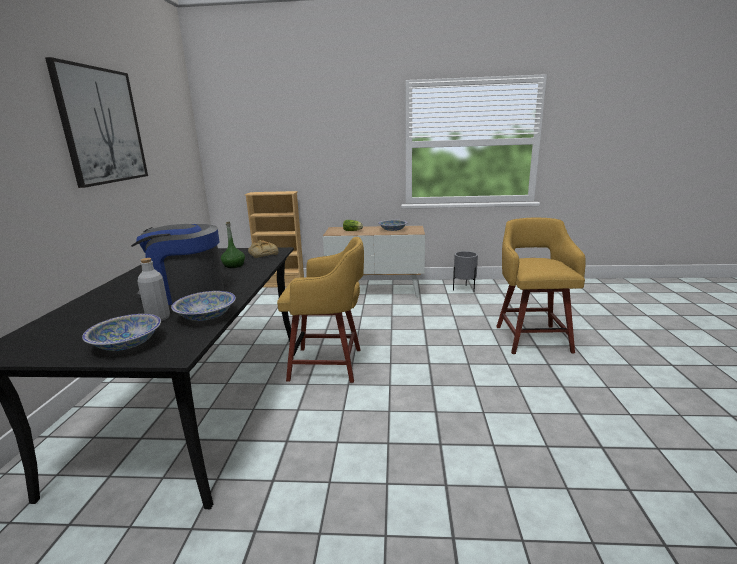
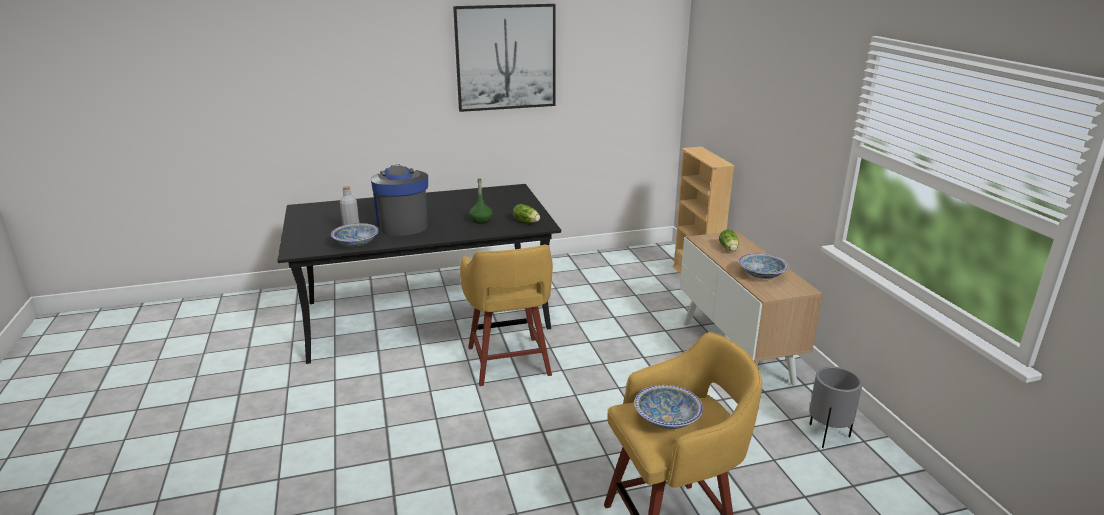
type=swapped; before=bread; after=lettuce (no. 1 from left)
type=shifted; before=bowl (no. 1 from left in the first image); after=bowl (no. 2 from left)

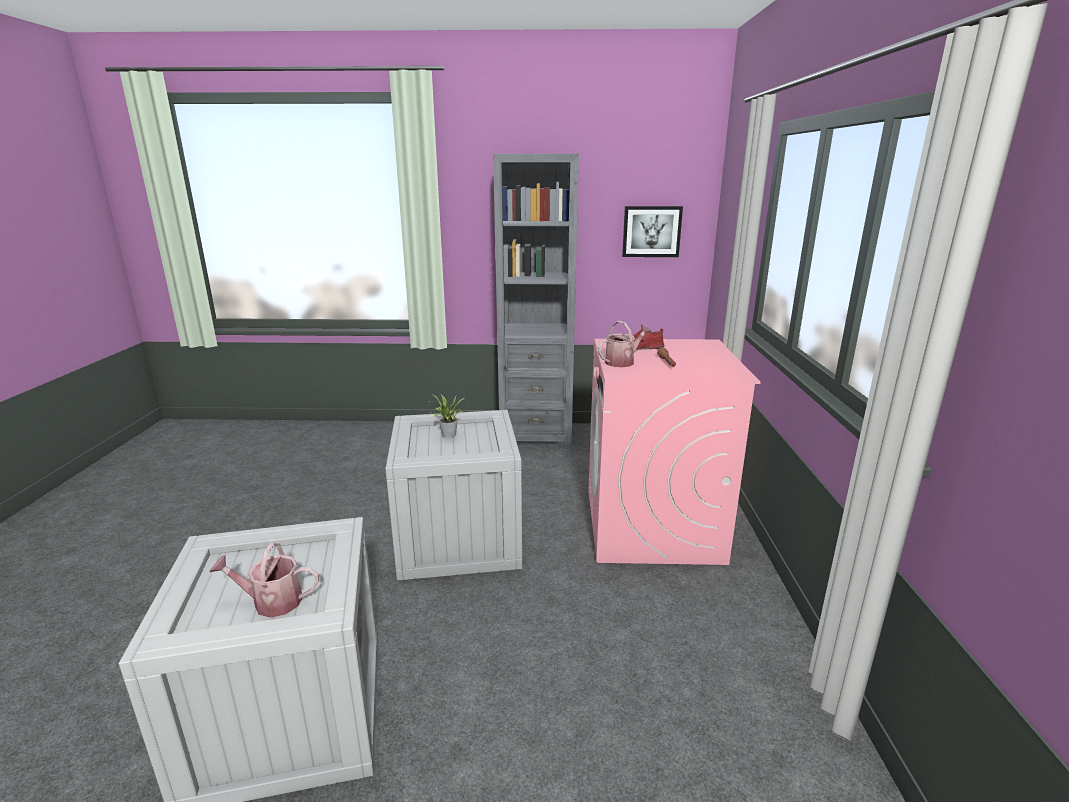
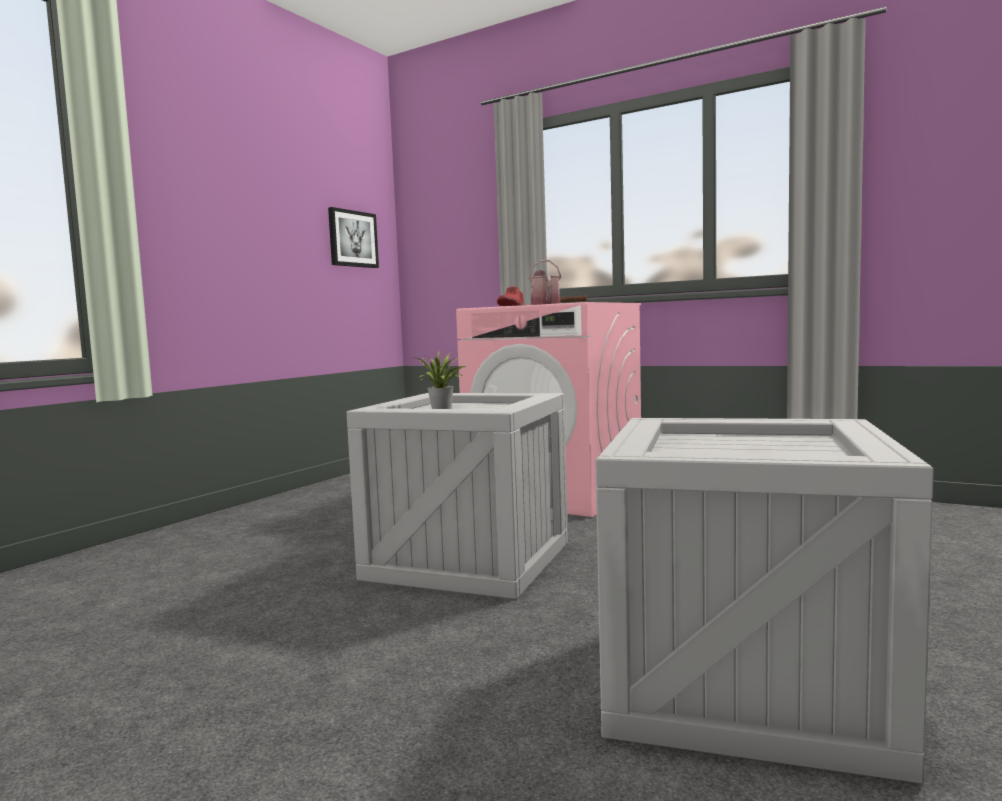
type=gone; before=grey bookcase
type=gone; before=watering can (no. 1 from left)

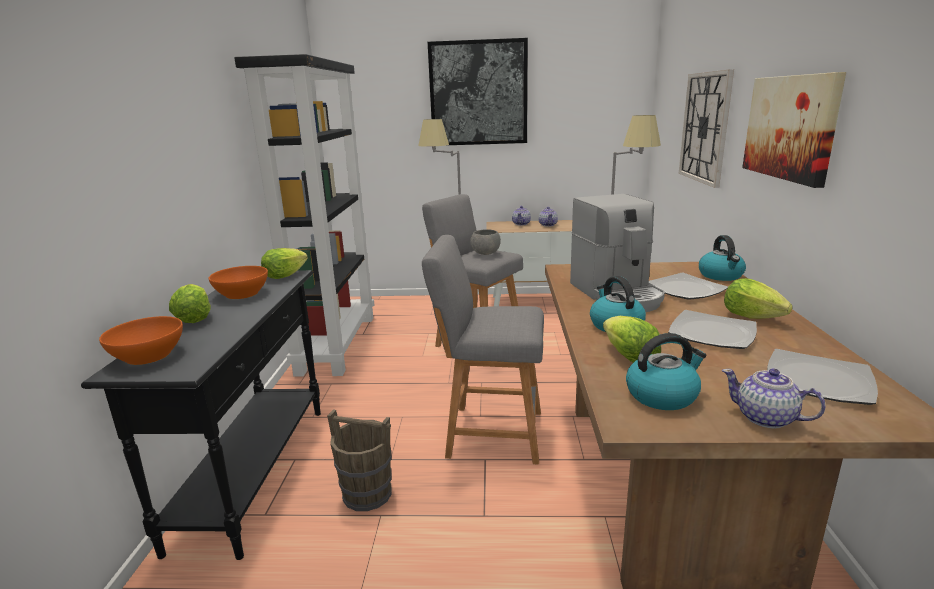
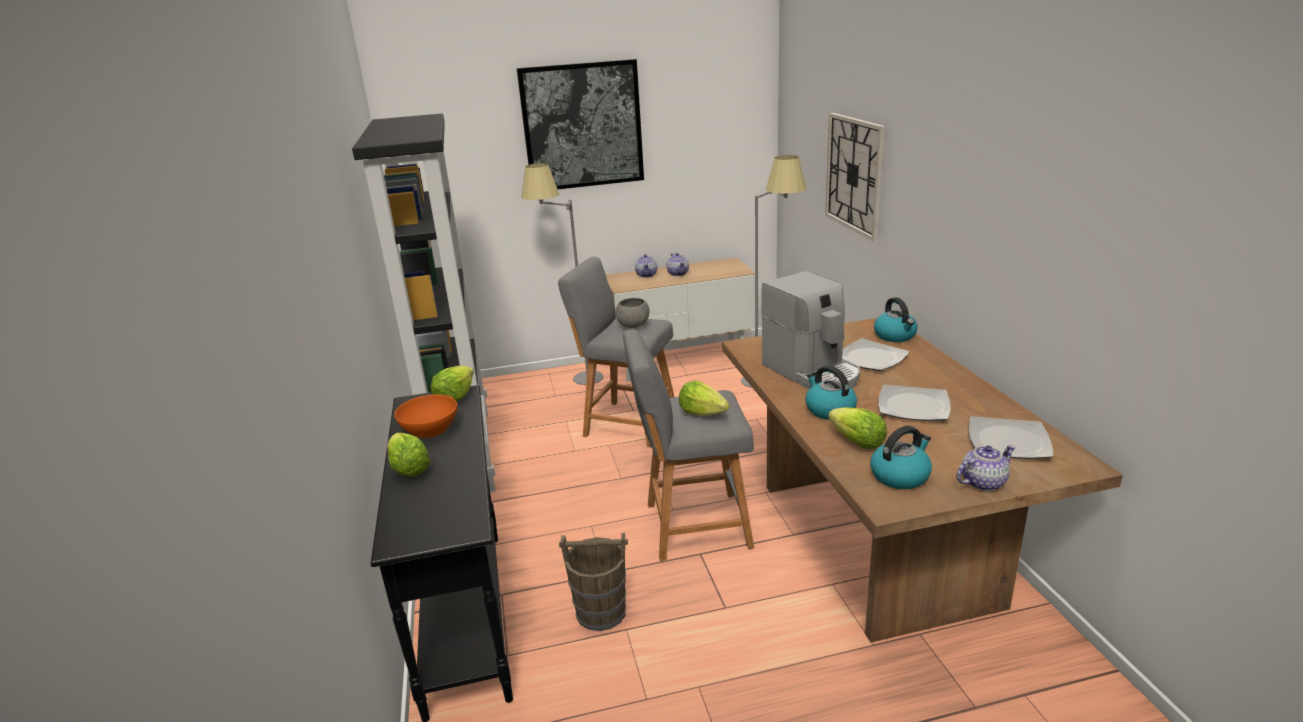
type=gone; before=picture (no. 2 from left)
type=shifted; before=lettuce (no. 4 from left in the first image); after=lettuce (no. 3 from left)
type=gone; before=orange bowl (no. 1 from left)
type=rotated; before=teapot (no. 3 from left); turn=135

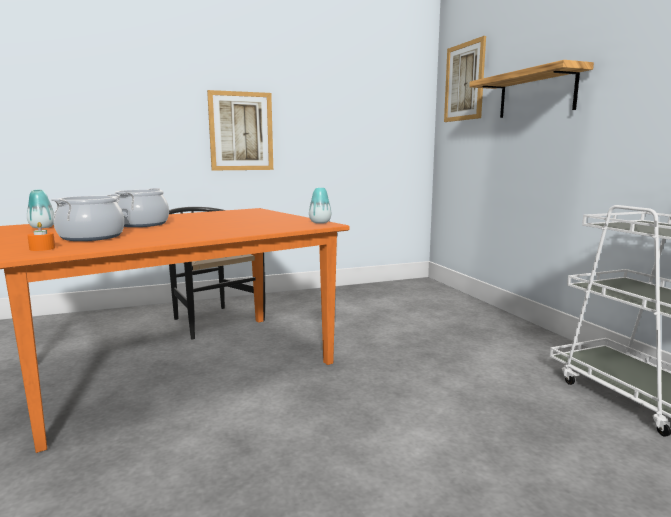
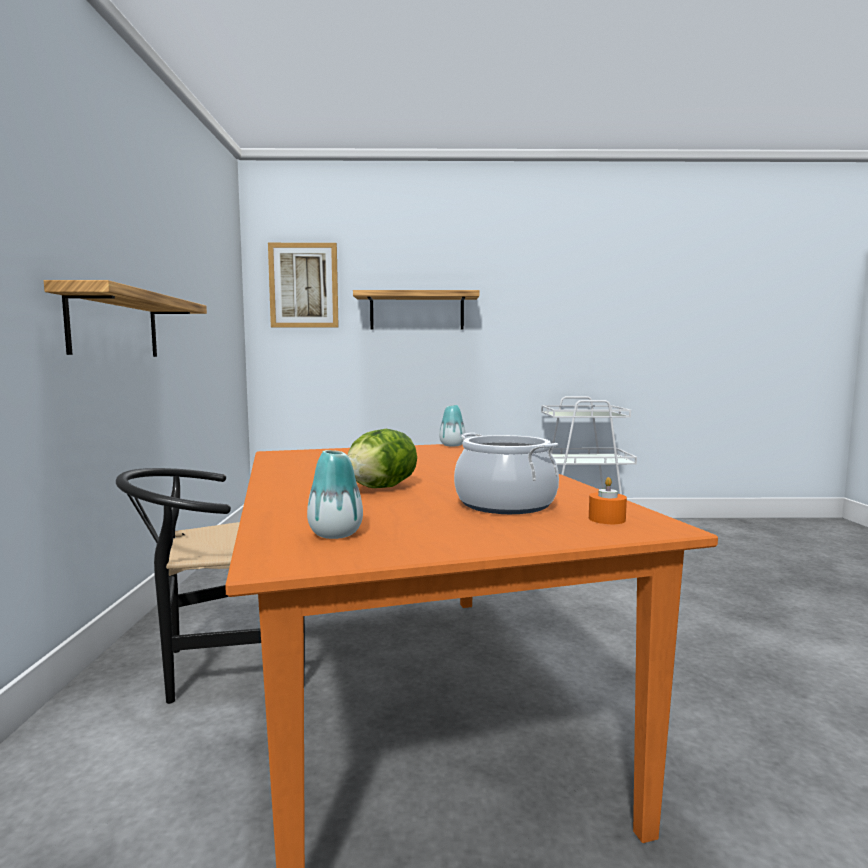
type=swapped; before=picture (no. 1 from left); after=shelf (no. 1 from left)
type=swapped; before=cooking pot (no. 2 from left); after=lettuce

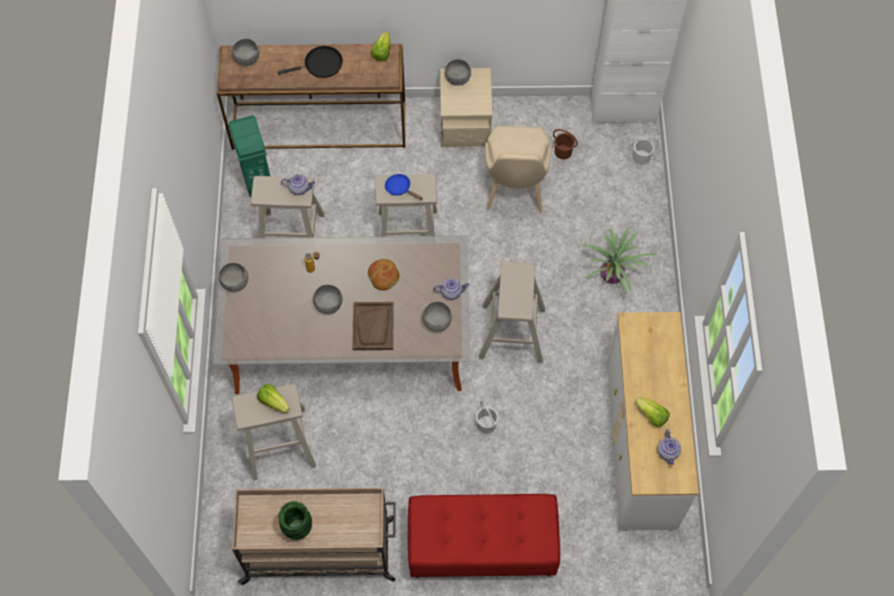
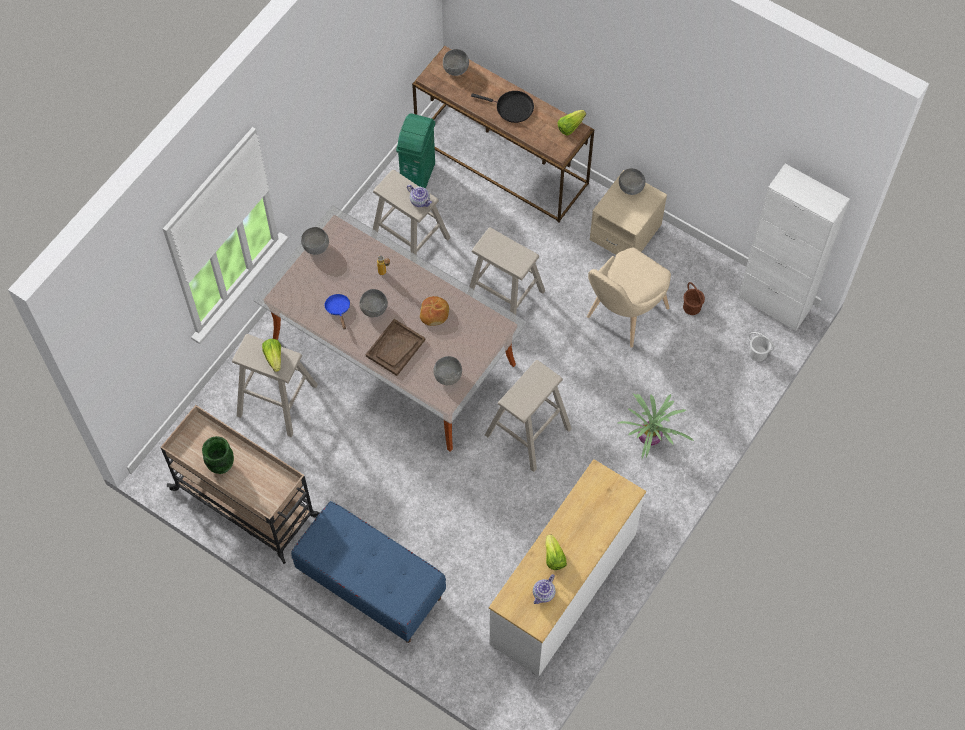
type=shifted; before=blue frying pan
type=gone; before=teapot (no. 2 from left)
type=gone; before=white bucket (no. 1 from left)
type=repainted; before=red bench; after=blue bench

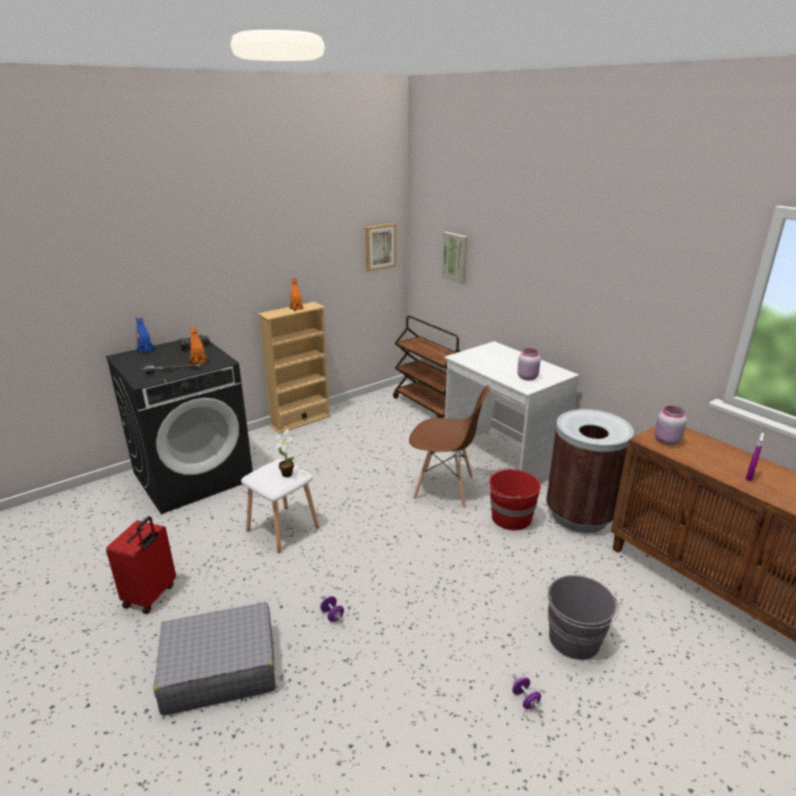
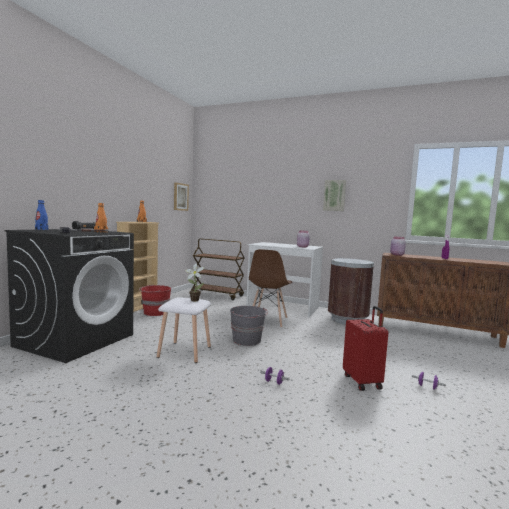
type=shifted; before=picture (no. 2 from left)
type=rotated; before=brown chair; turn=120
type=shifted; before=red bucket
type=shifted; before=red suitcase
type=shifted; before=grey bucket
type=gone; before=grey suitcase

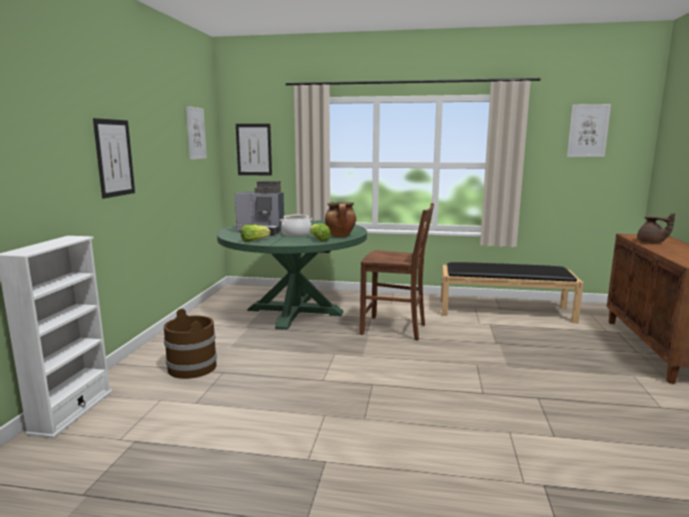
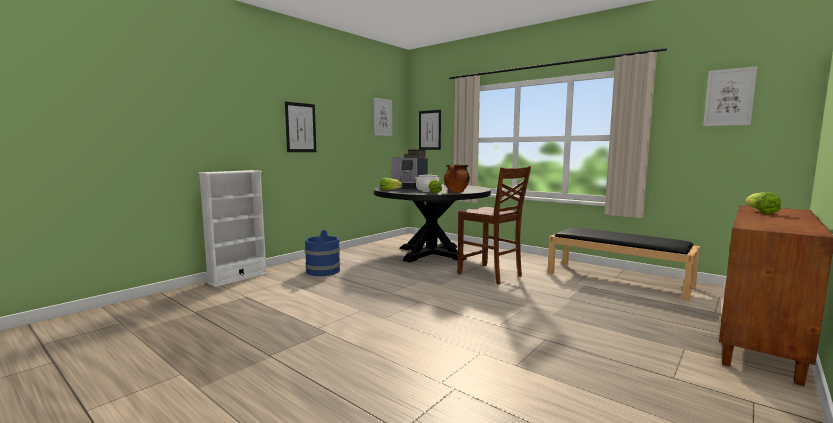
type=swapped; before=brown teapot; after=lettuce (no. 3 from left)
type=repainted; before=green dining table; after=black dining table
type=repainted; before=brown bucket; after=blue bucket

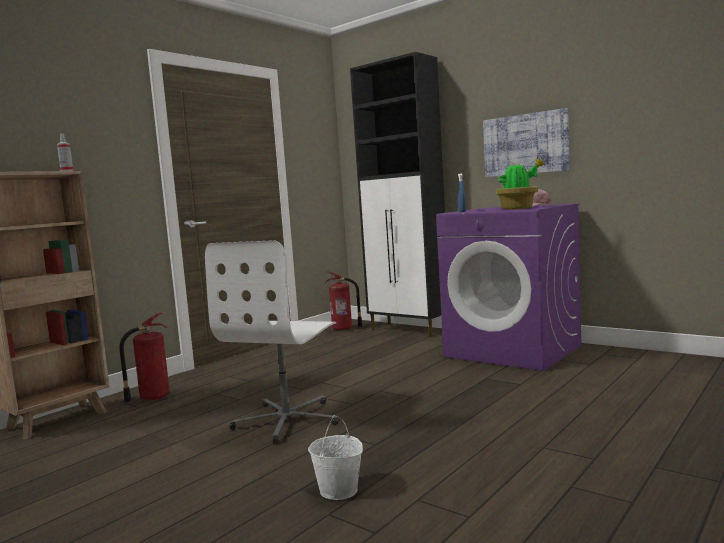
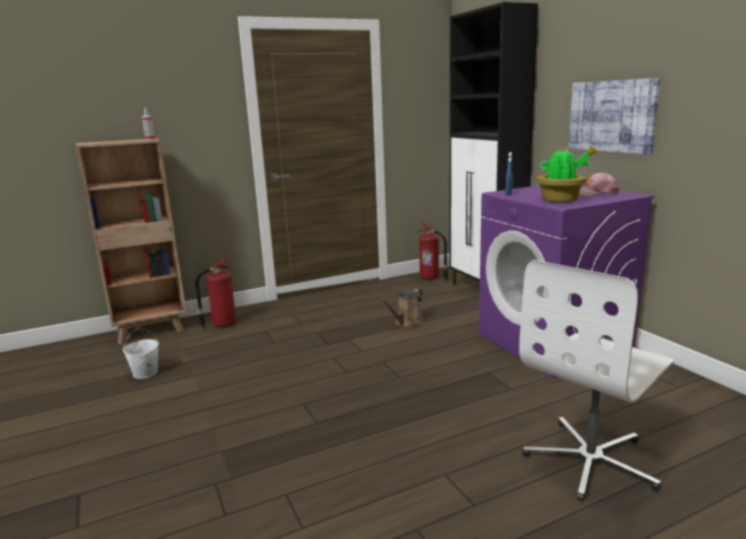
type=shifted; before=white office chair
type=shifted; before=white bucket
type=new; after=brown watering can

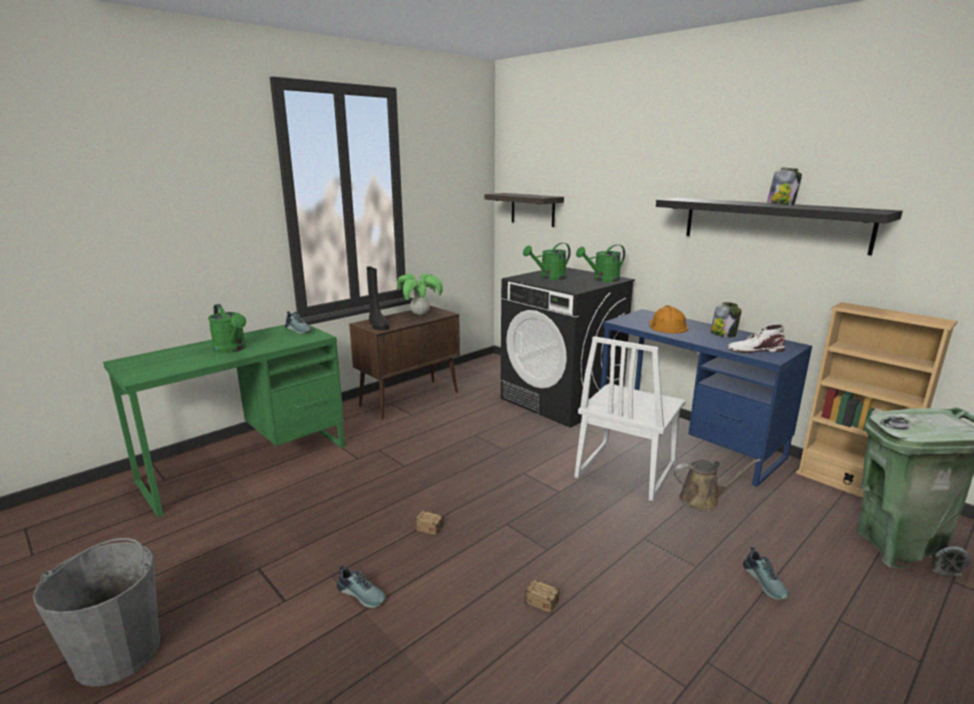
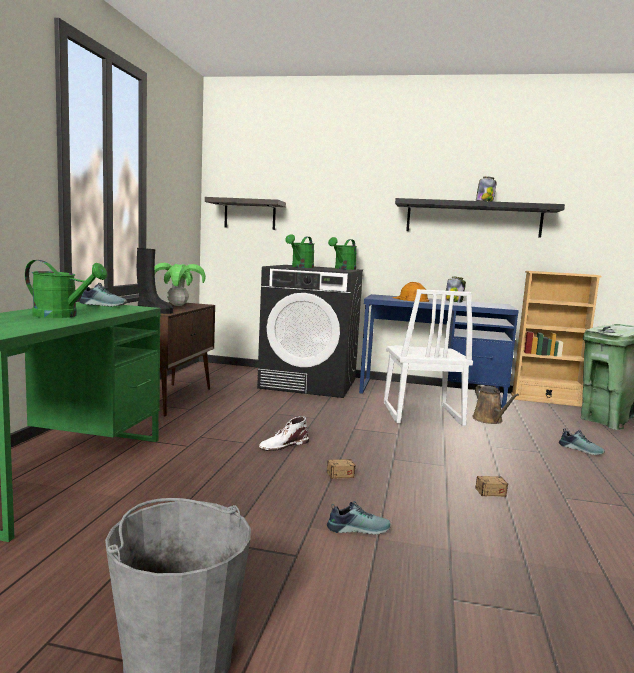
type=shifted; before=white boot
type=rotated; before=brown watering can; turn=105

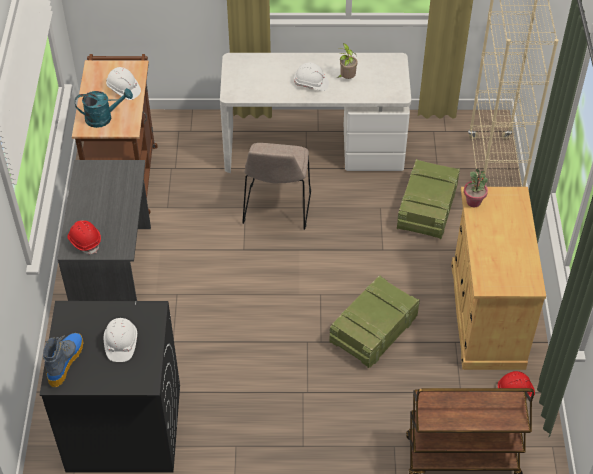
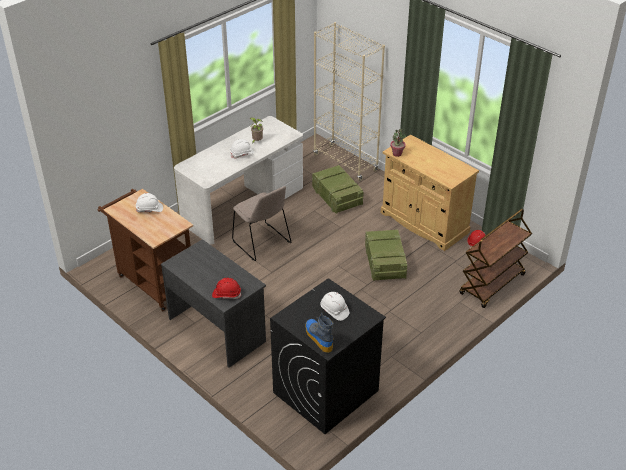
type=gone; before=turquoise watering can

